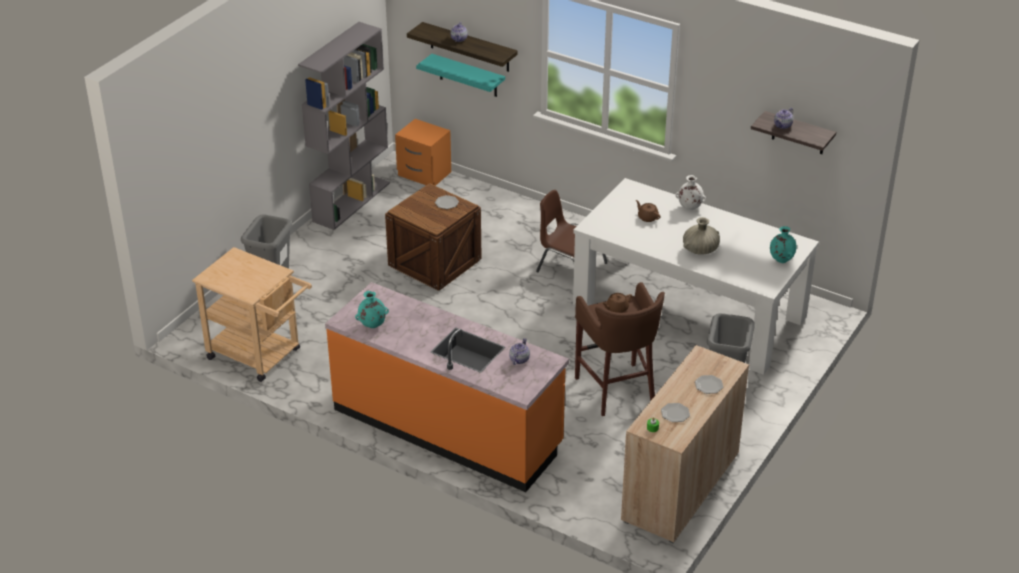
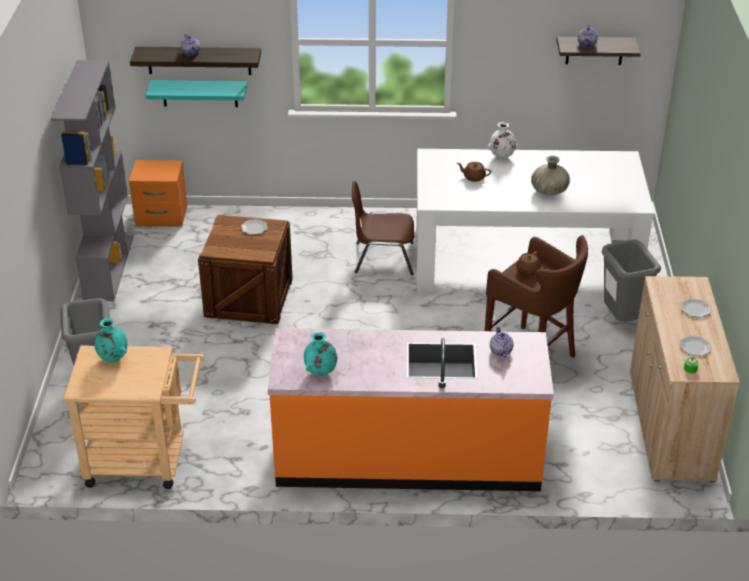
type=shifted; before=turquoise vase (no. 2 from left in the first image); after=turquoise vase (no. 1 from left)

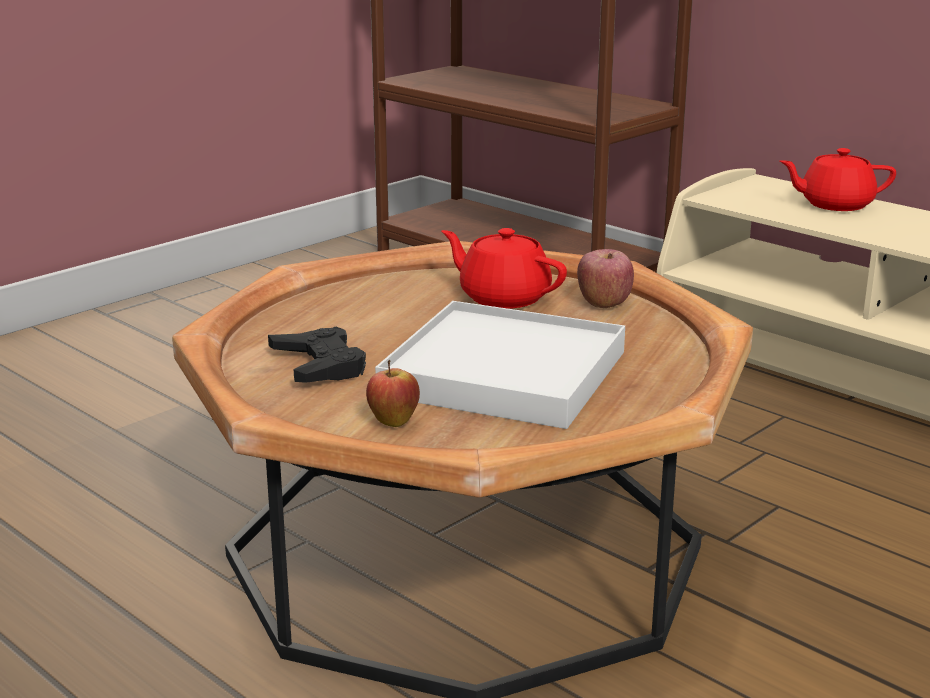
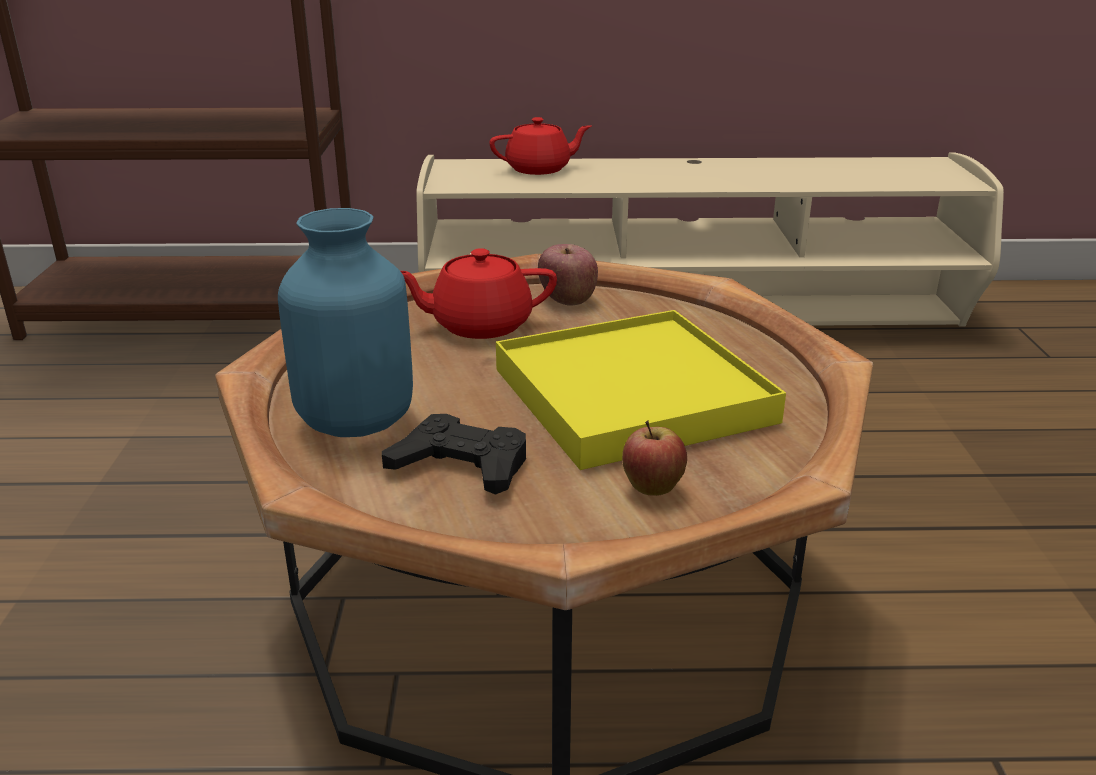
type=rotated; before=red teapot (no. 2 from left); turn=-150
type=repainted; before=white tray; after=yellow tray
type=new; after=blue vase

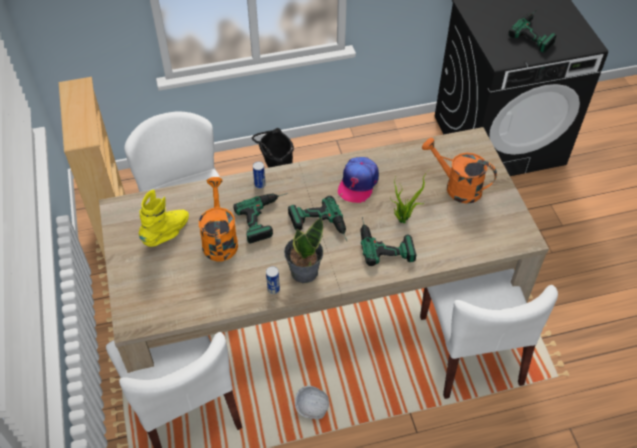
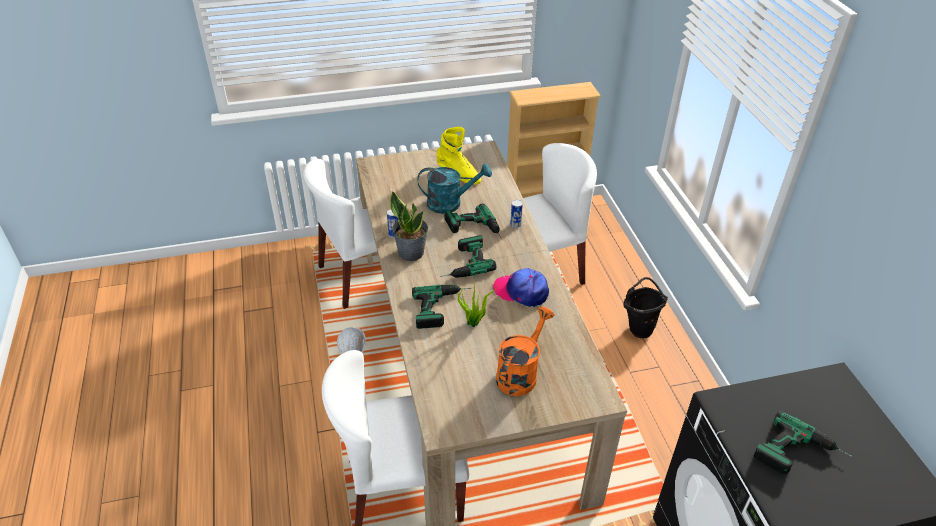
type=repainted; before=orange watering can (no. 1 from left); after=turquoise watering can

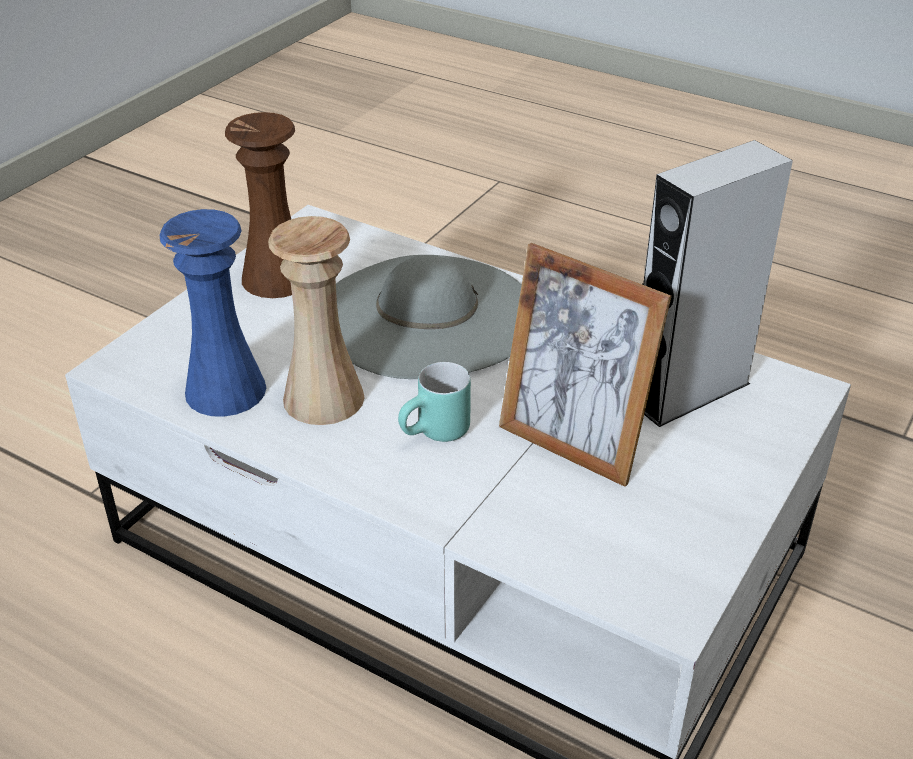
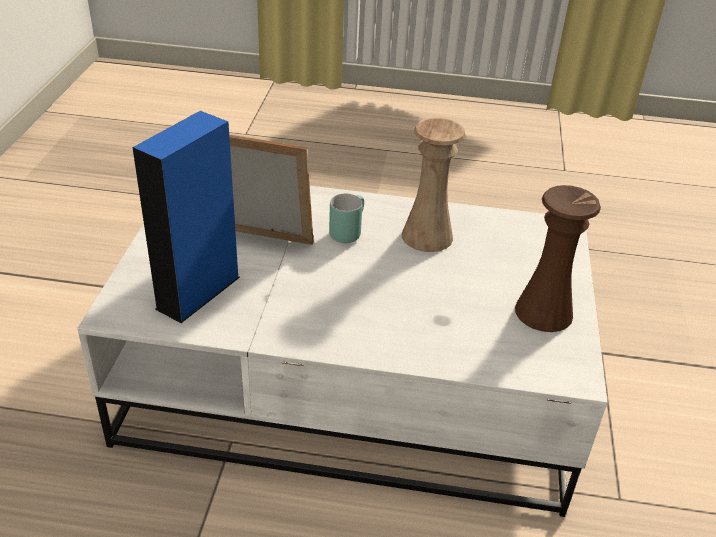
type=repainted; before=grey speaker; after=blue speaker
type=gone; before=blue vase
type=gone; before=grey hat

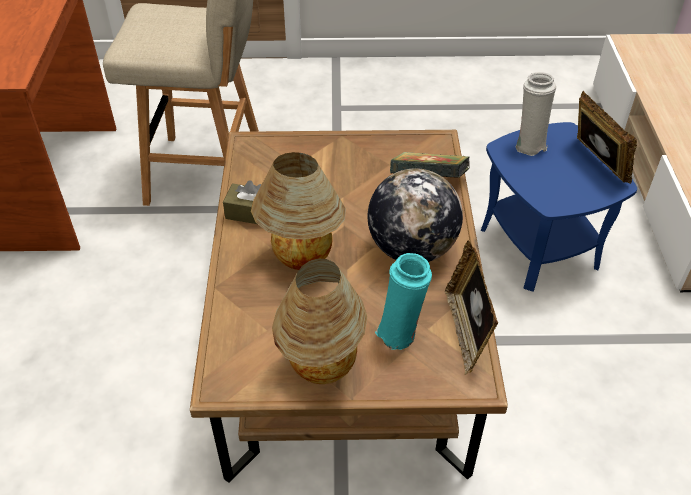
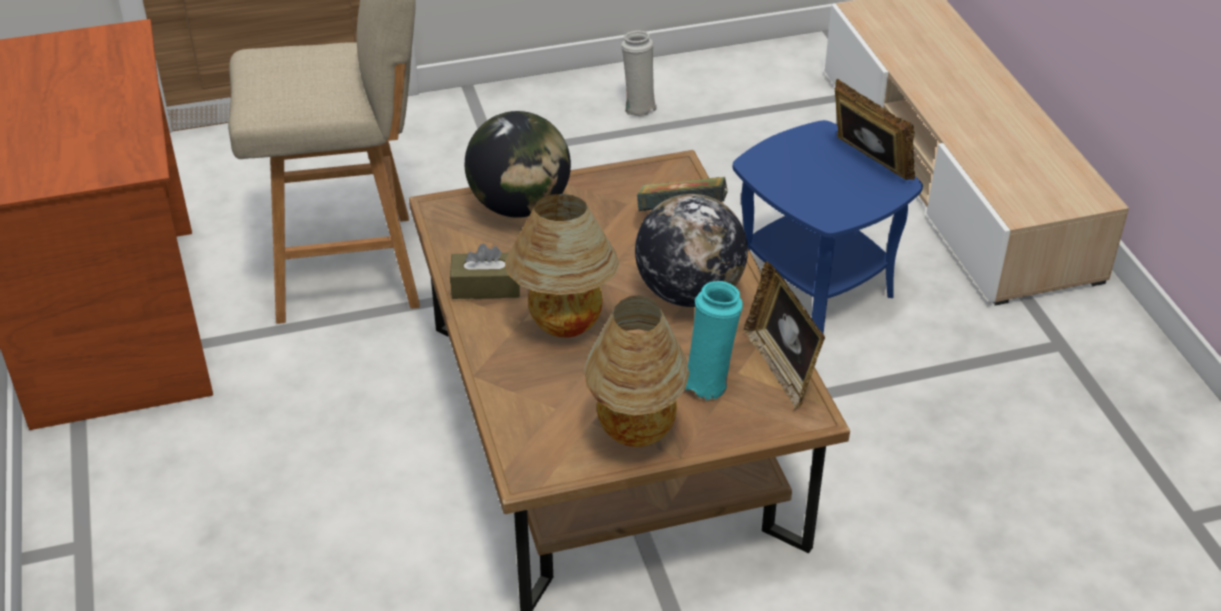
type=shifted; before=white vase
type=new; after=globe (no. 1 from left)

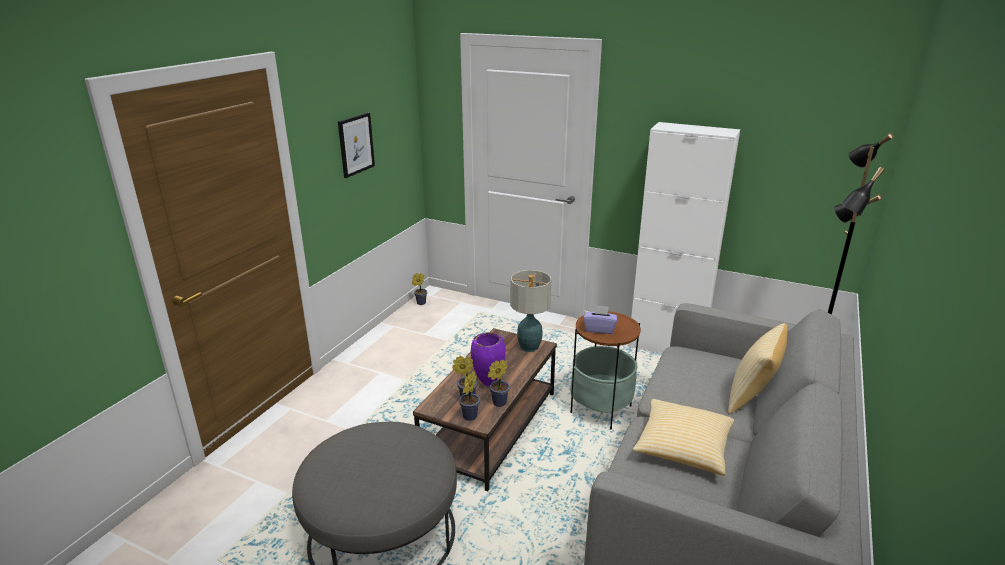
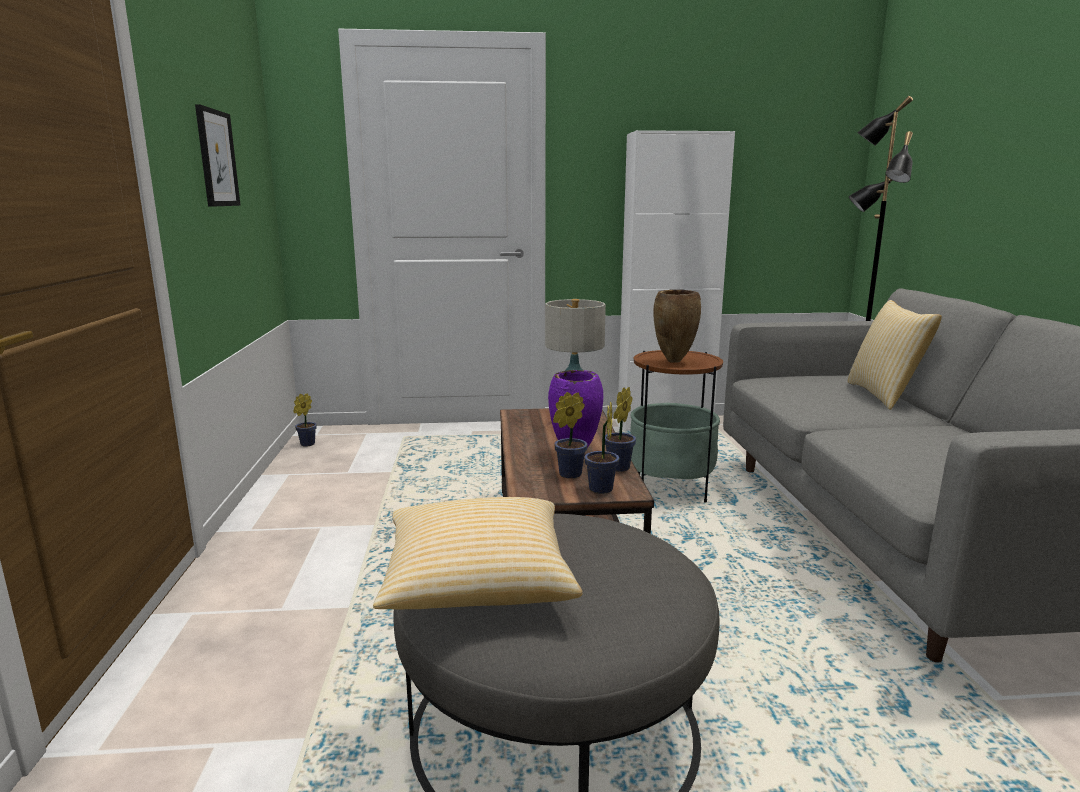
type=swapped; before=purple tissue box; after=brown vase
type=shifted; before=pillow (no. 1 from left)

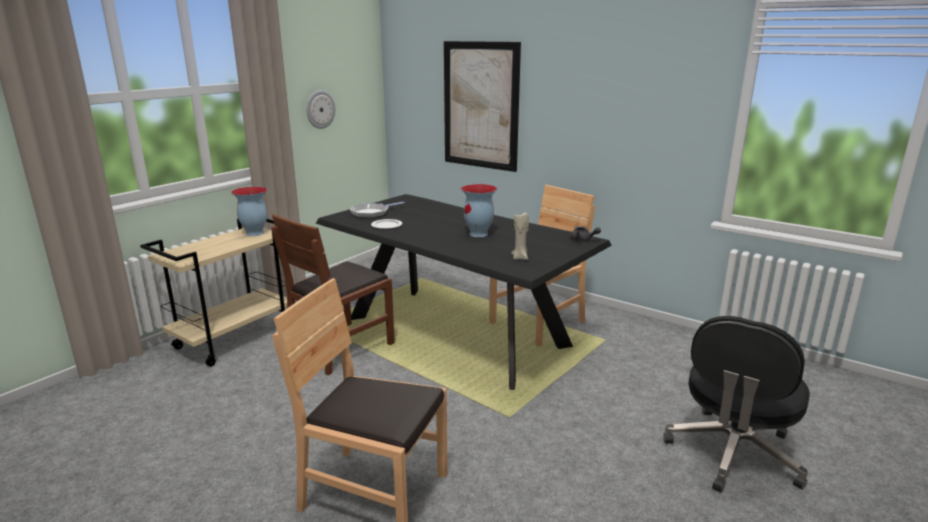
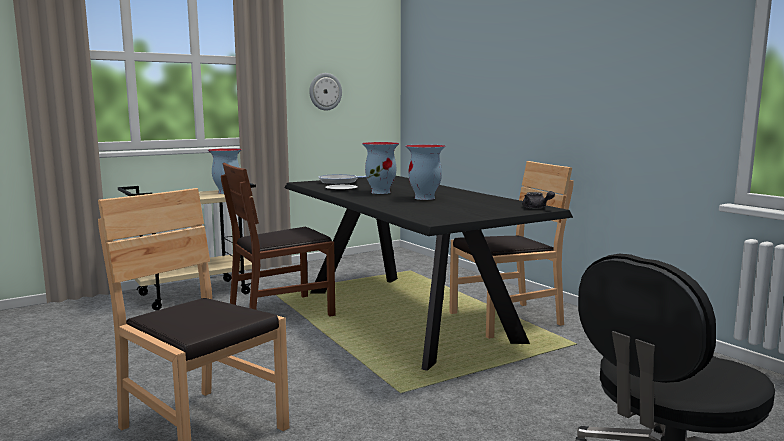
type=gone; before=picture
type=gone; before=beige candle
type=new; after=vase (no. 2 from left)

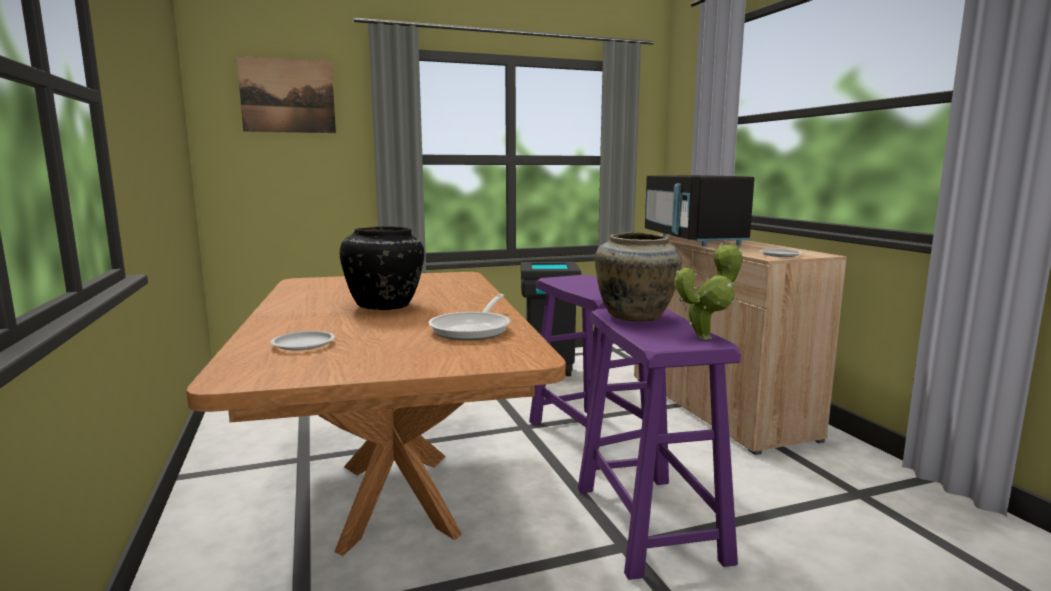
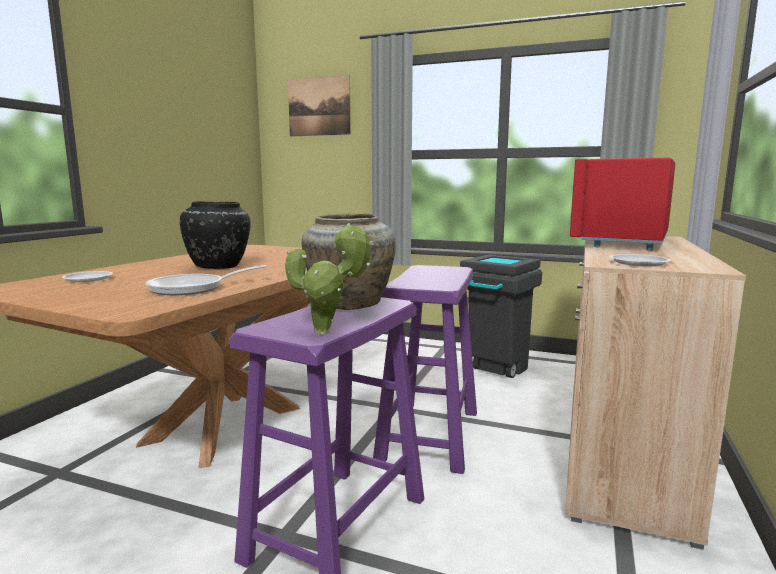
type=repainted; before=black microwave; after=red microwave

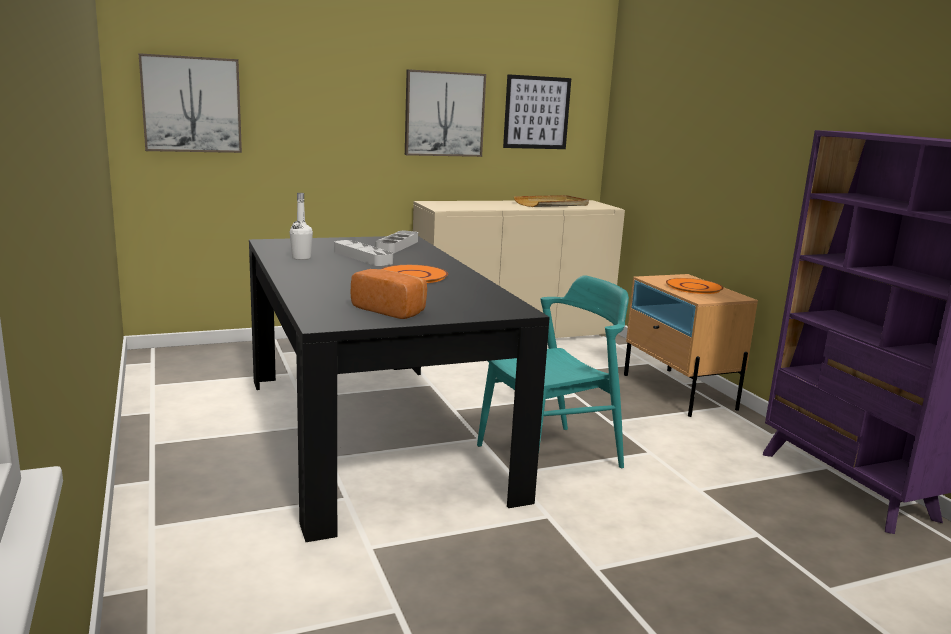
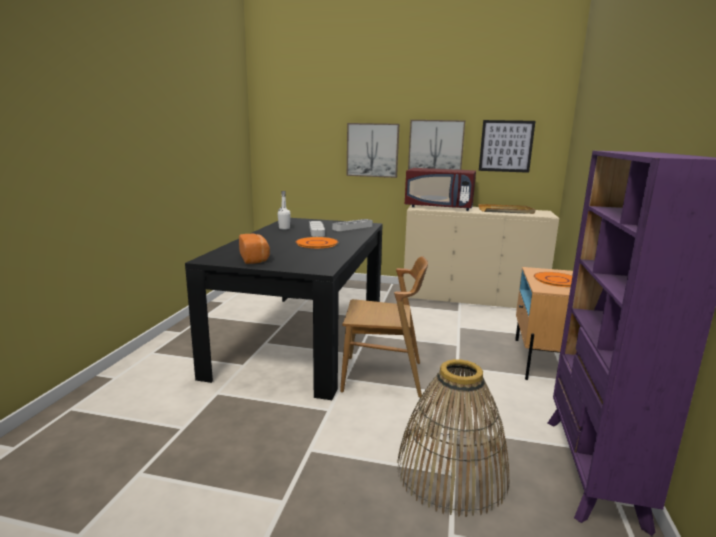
type=shifted; before=picture (no. 1 from left)
type=repainted; before=turquoise chair; after=brown chair
type=new; after=red microwave
type=new; after=basket

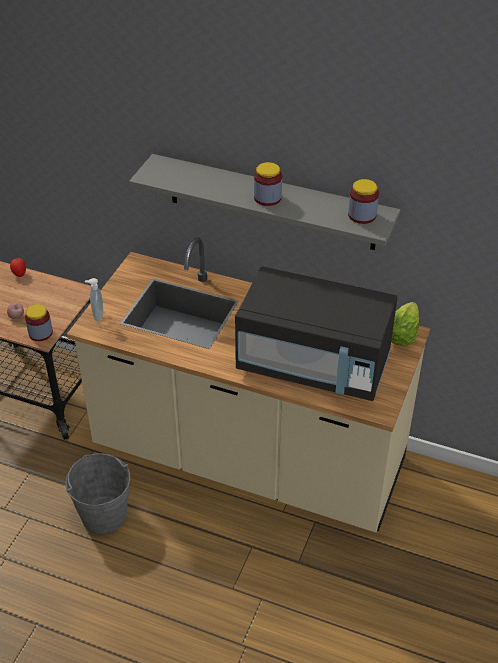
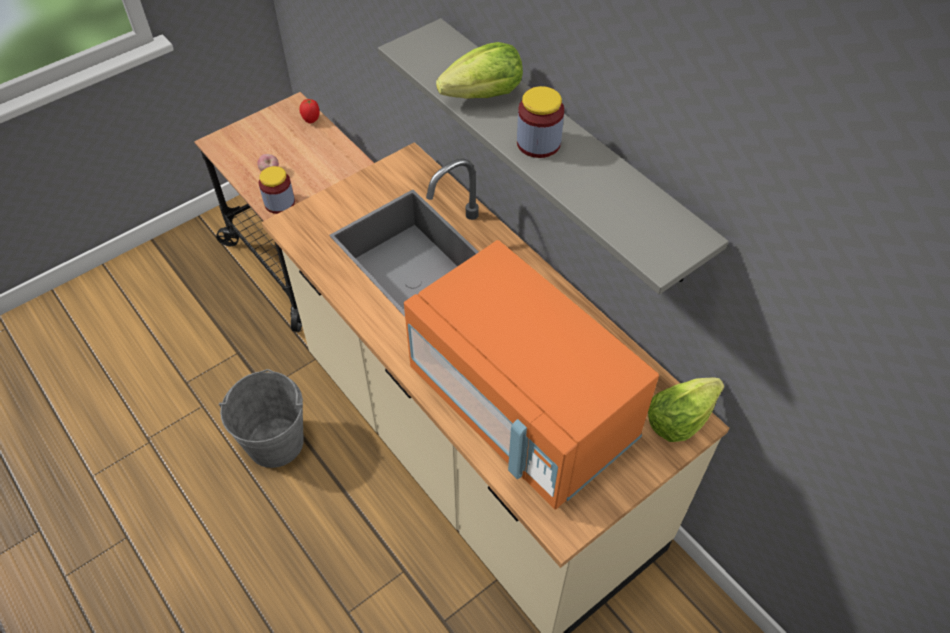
type=gone; before=jar (no. 3 from left)
type=repainted; before=black microwave; after=orange microwave
type=gone; before=soap dispenser
type=new; after=lettuce (no. 1 from left)

